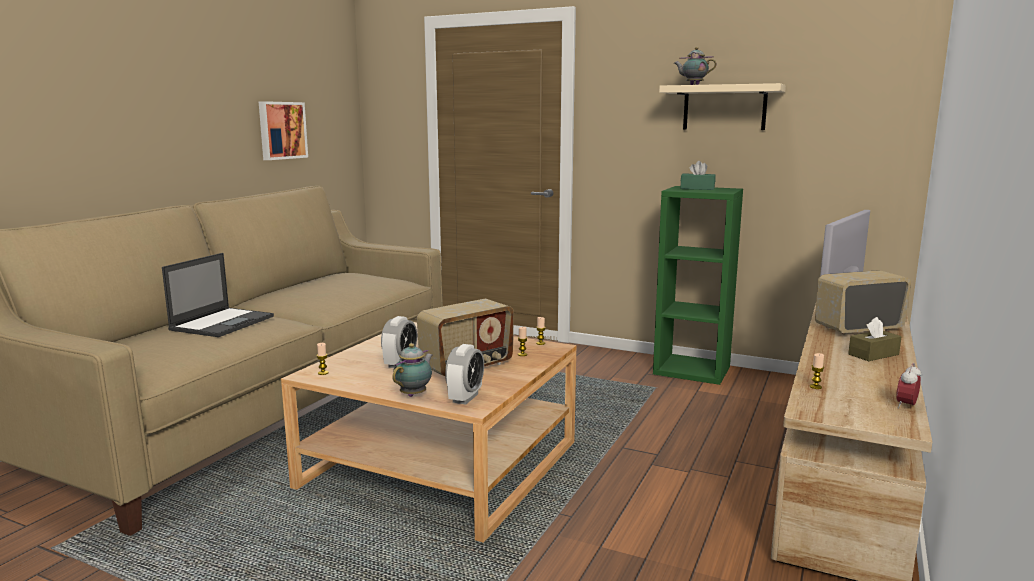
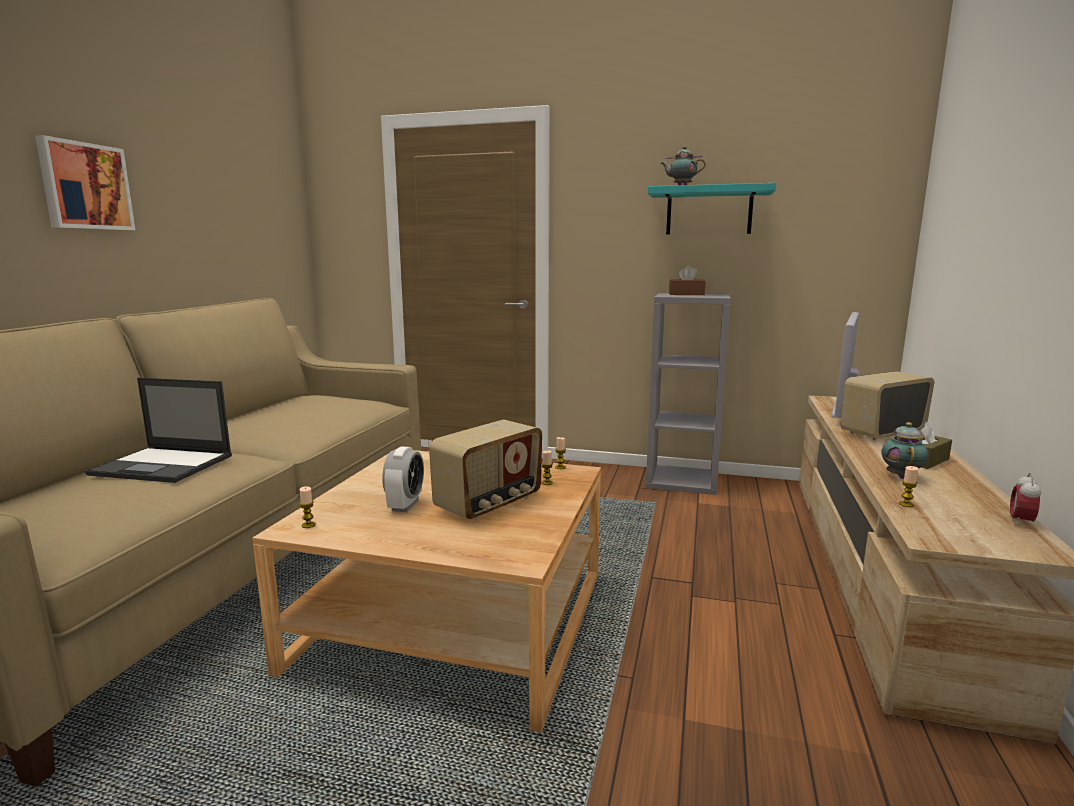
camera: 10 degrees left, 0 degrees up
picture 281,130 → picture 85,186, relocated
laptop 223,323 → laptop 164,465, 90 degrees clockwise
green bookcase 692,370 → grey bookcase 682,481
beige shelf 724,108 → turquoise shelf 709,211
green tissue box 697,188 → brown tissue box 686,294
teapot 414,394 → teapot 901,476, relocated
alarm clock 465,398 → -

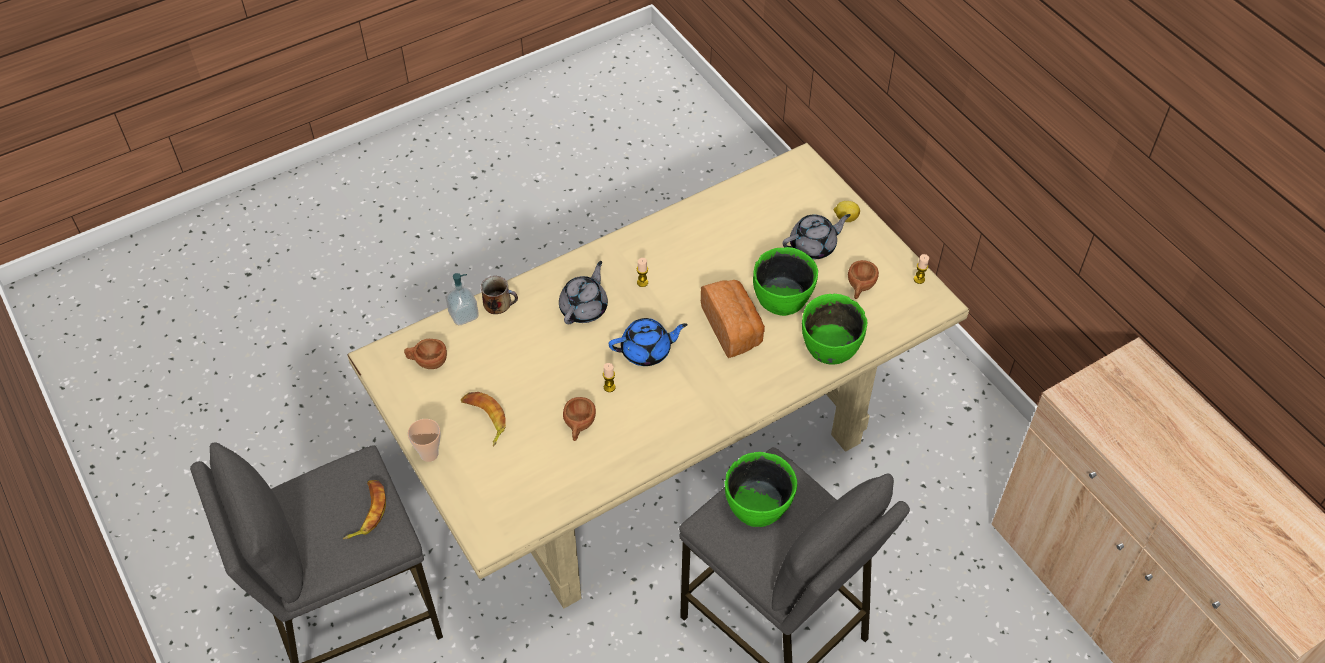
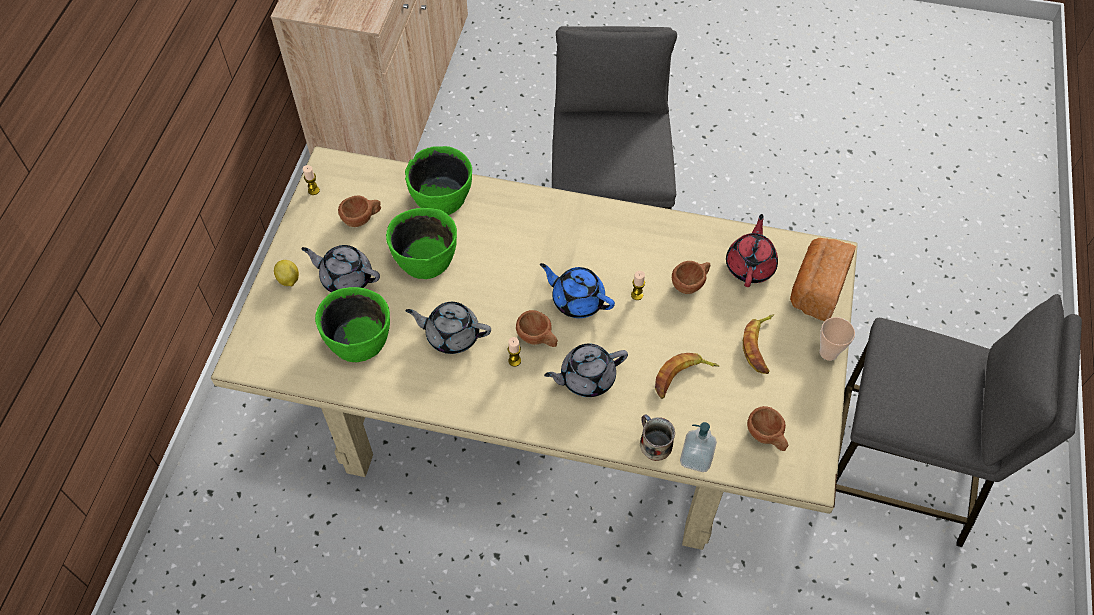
camera: 135 degrees left, 5 degrees up
green bowl 759,504 → green bowl 358,338, relocated
- → grey teapot 451,335
- → brown cup 538,338
banana 367,512 → banana 682,378, relocated
- → red teapot 750,265
bread 733,328 → bread 816,288, relocated

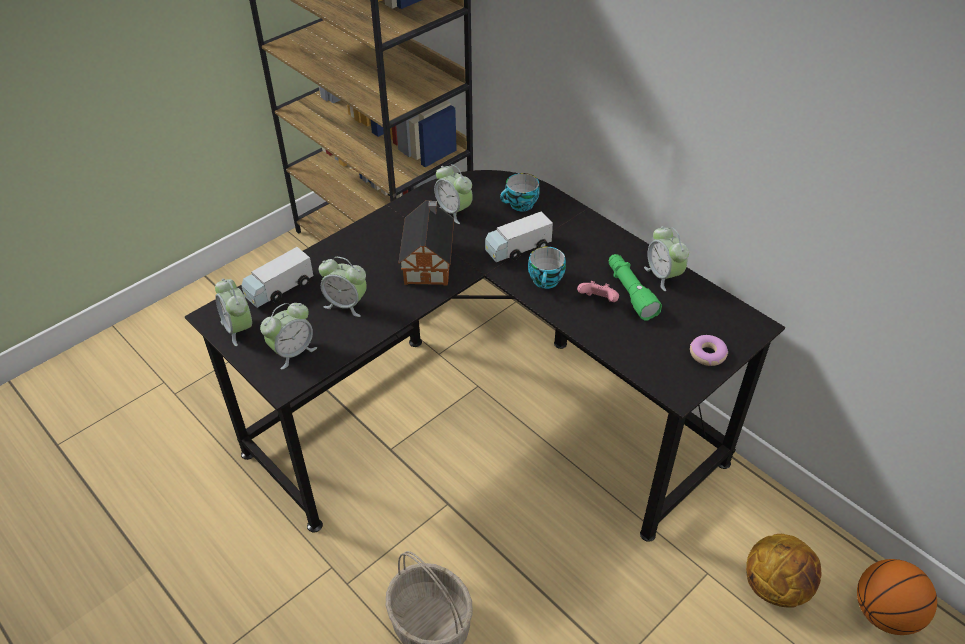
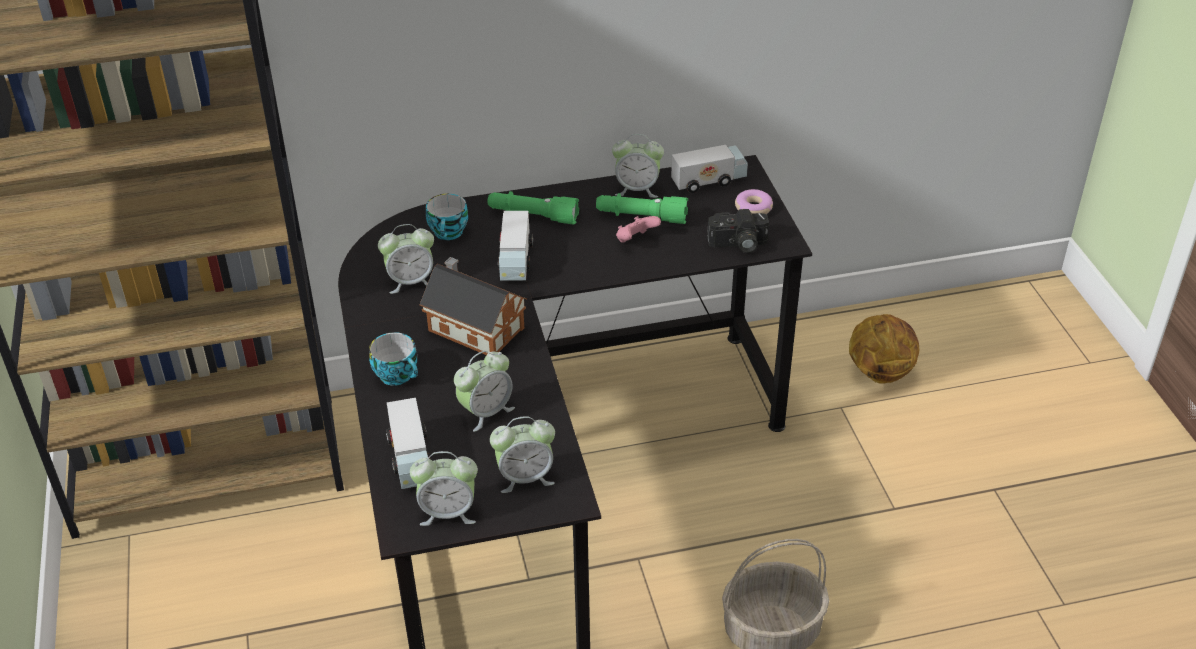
camera: 60 degrees left, 5 degrees down
cup 546,281 → cup 398,375, relocated
- → green flashlight 532,216
alarm clock 292,352 → alarm clock 525,477, 90 degrees clockwise
- → toy truck 709,180
- → photo camera 738,244
basketball 884,613 → -

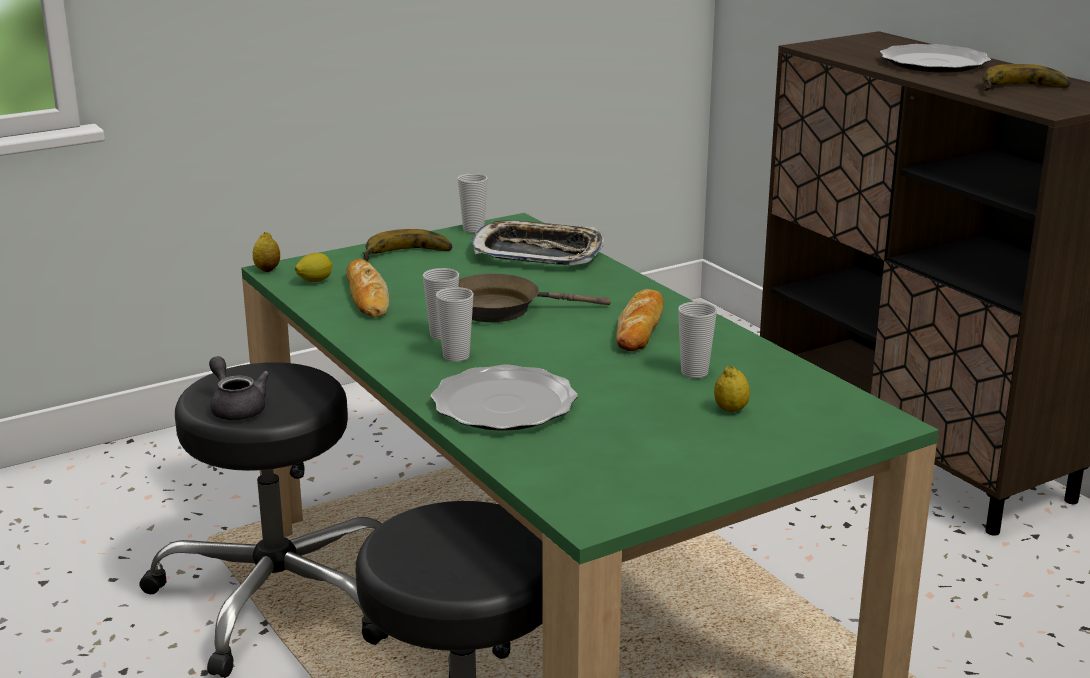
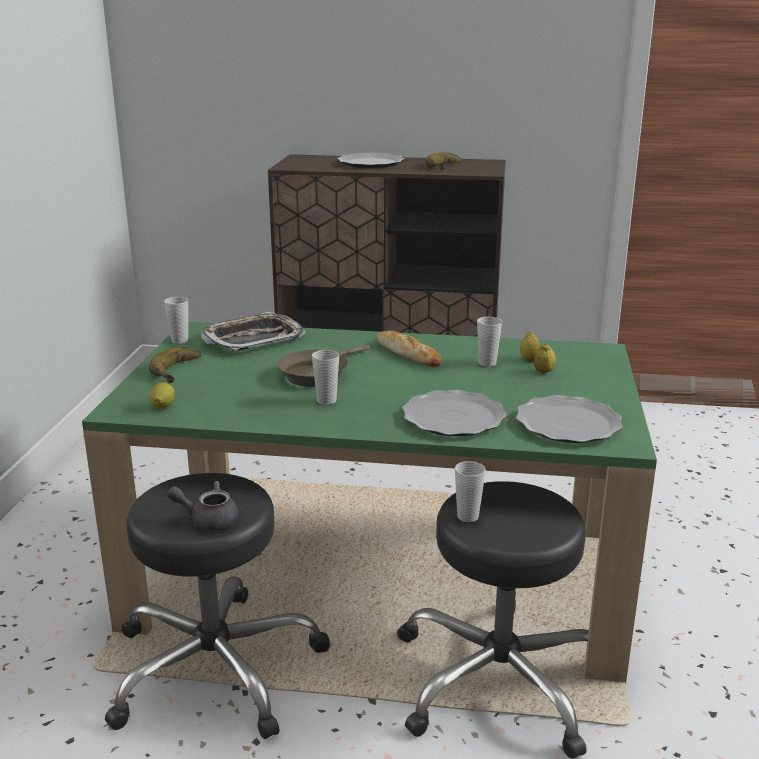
camera: 50 degrees left, 0 degrees up
cup 456,356 → cup 467,516, relocated
- → plate 569,424
lemon 267,269 → lemon 529,360, relocated
bread 367,295 → -

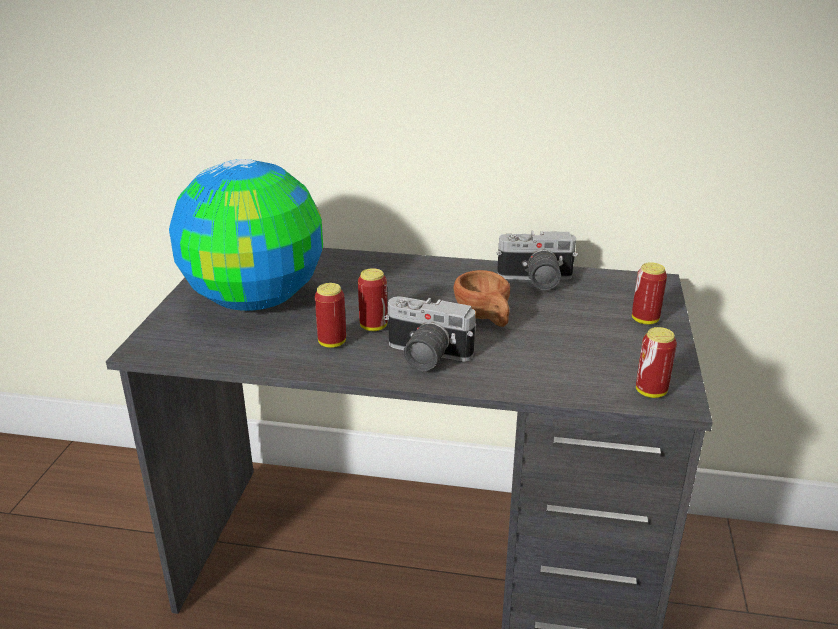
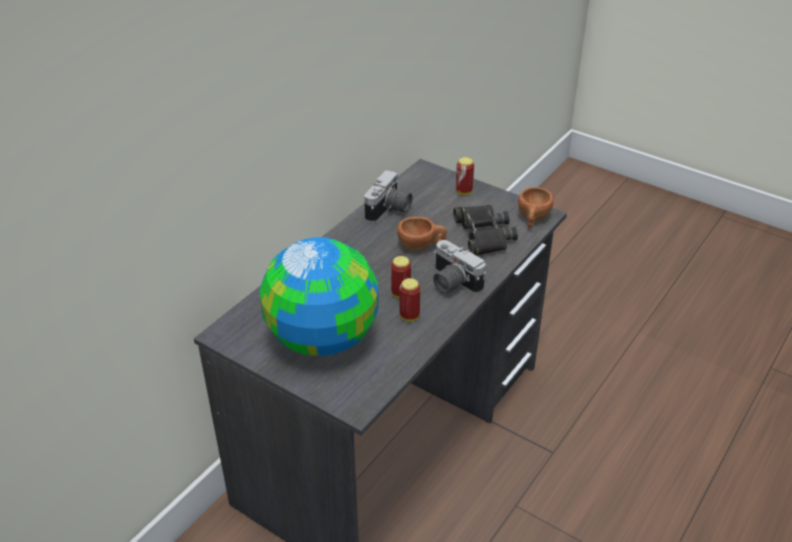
camera: 65 degrees left, 10 degrees up
photo camera 424,357 → photo camera 451,283, 90 degrees clockwise
- → black binoculars 483,235
can 651,392 → brown cup 533,219

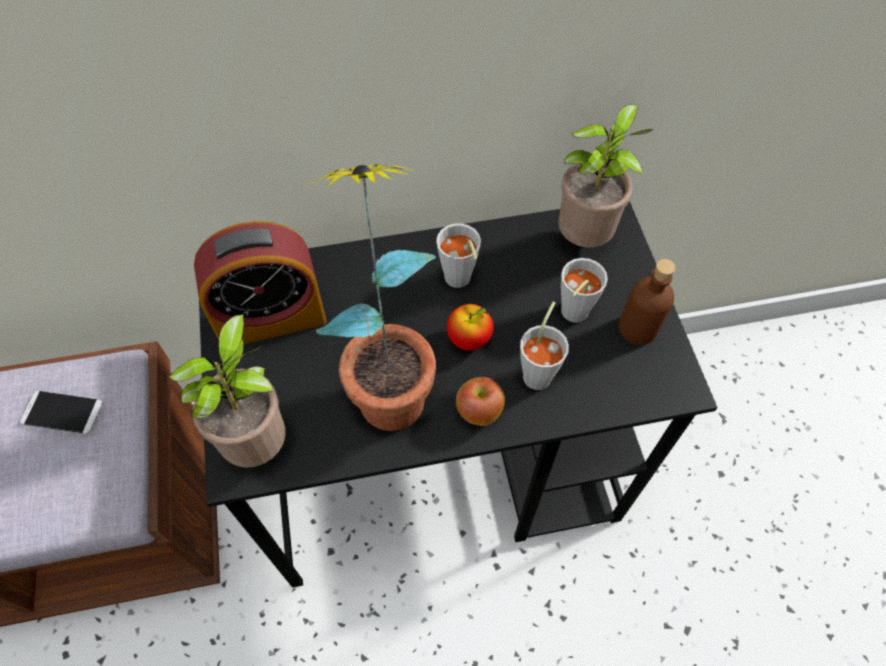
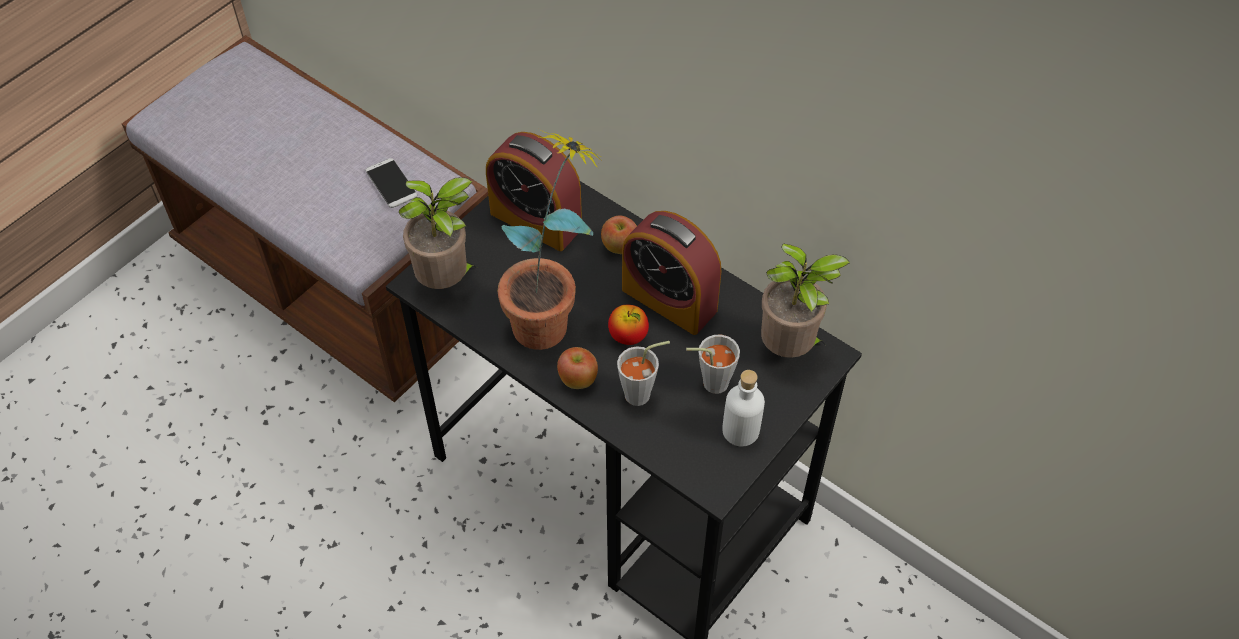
camera: 50 degrees right, 5 degrees down
- → apple 620,248
grey cup 459,282 → alarm clock 669,299
brown bottle 638,328 → white bottle 740,430

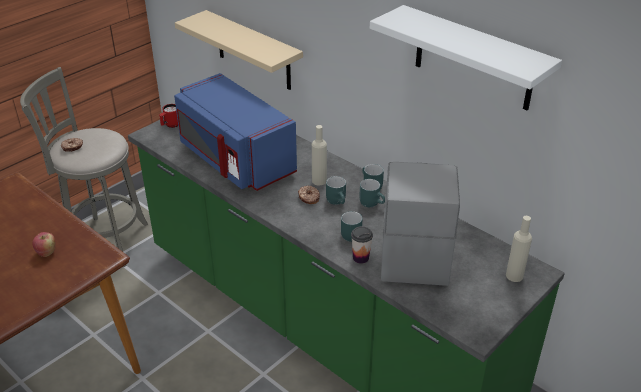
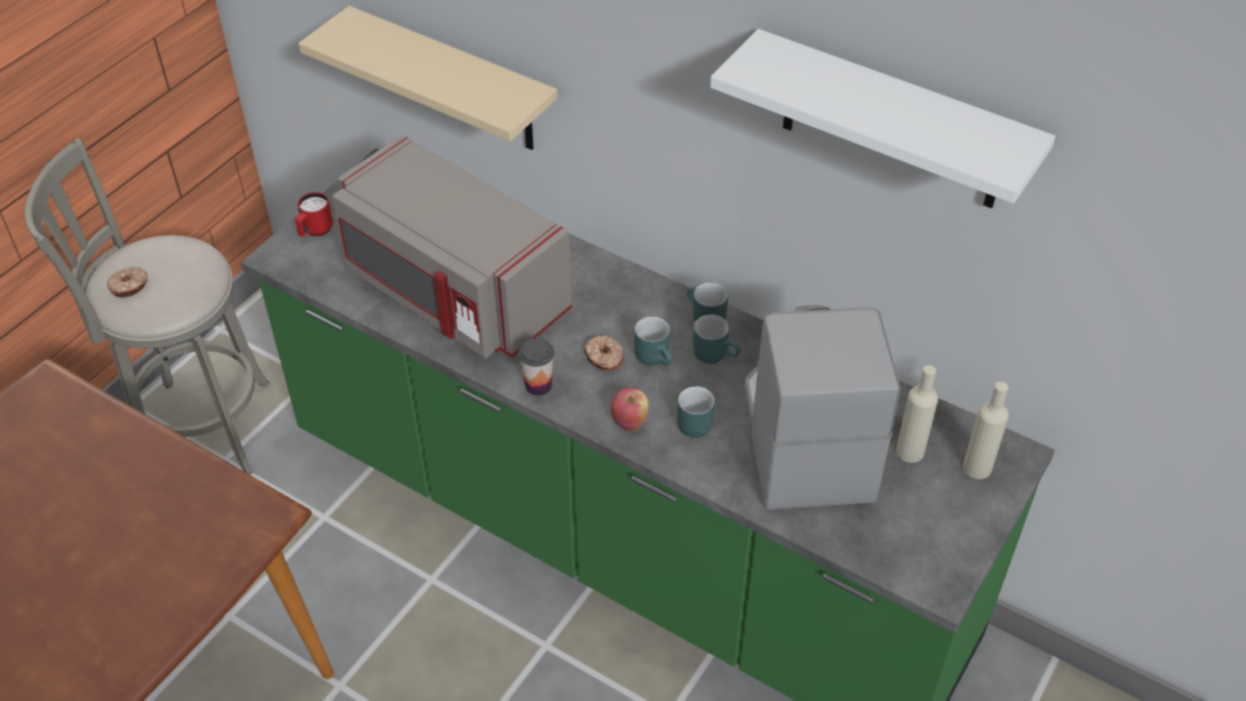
camera: 10 degrees left, 10 degrees up
blue microwave 234,159 → grey microwave 453,292
cup 360,258 → cup 538,385, relocated
apple 47,252 → apple 629,422, relocated
beige bottle 319,181 → beige bottle 910,451, relocated

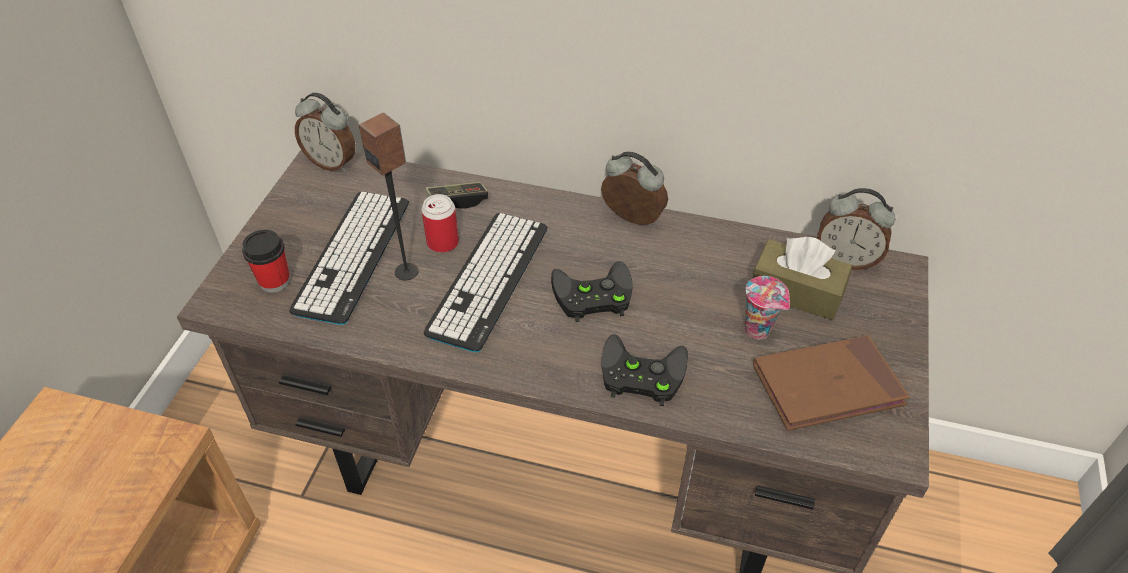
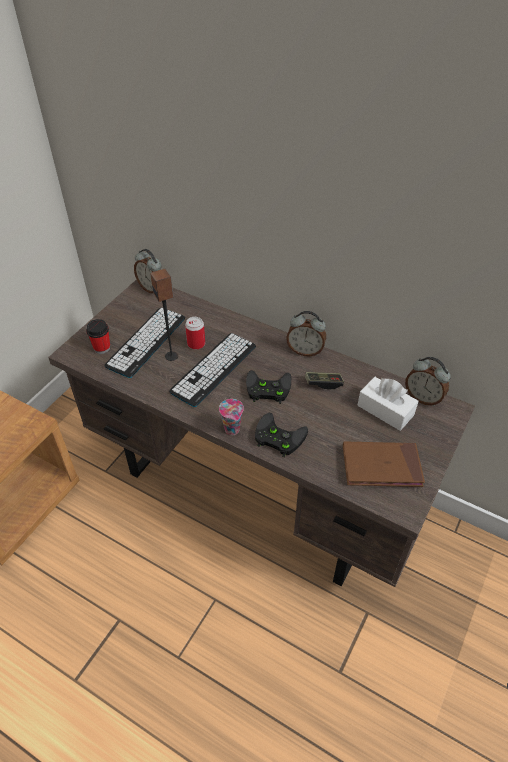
camera: 15 degrees right, 0 degrees up
cup 759,330 → cup 233,430, relocated
alarm clock 631,220 → alarm clock 305,351, 150 degrees clockwise
game controller 457,201 → game controller 323,383, relocated
brown tissue box 796,292 → white tissue box 385,410

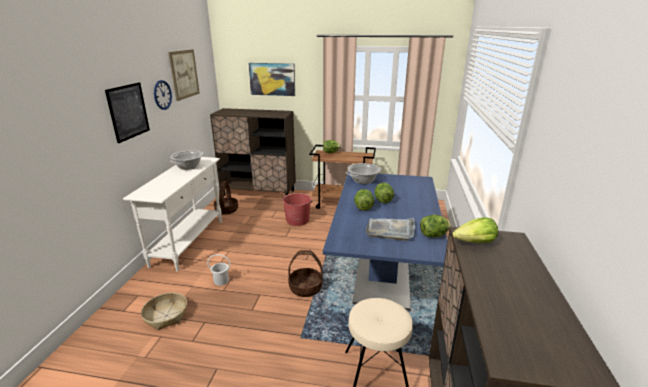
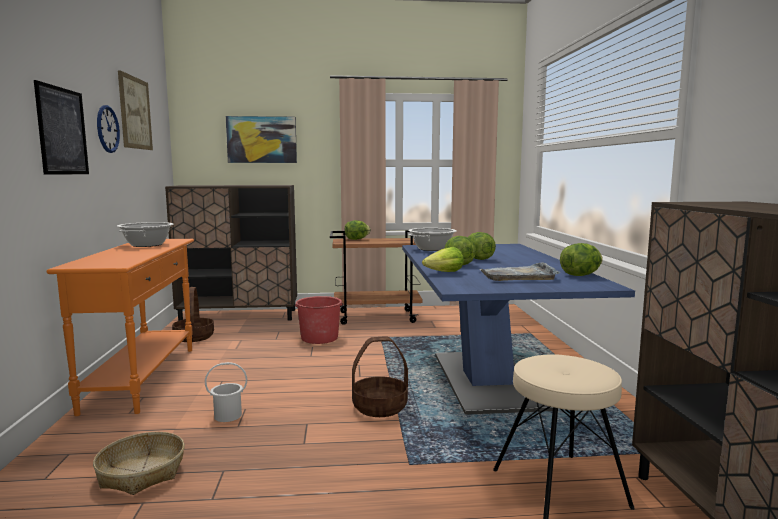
camera: 15 degrees left, 15 degrees down
white console table 189,242 → orange console table 143,378
lettuce 475,242 → lettuce 444,273, relocated

